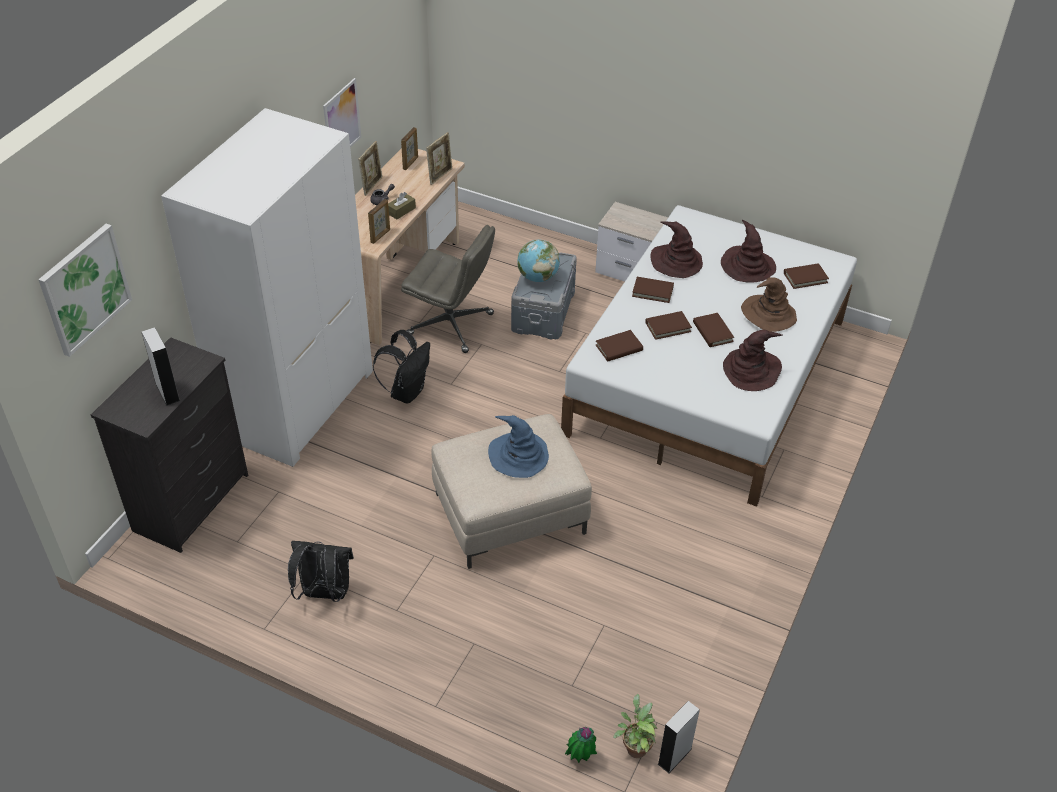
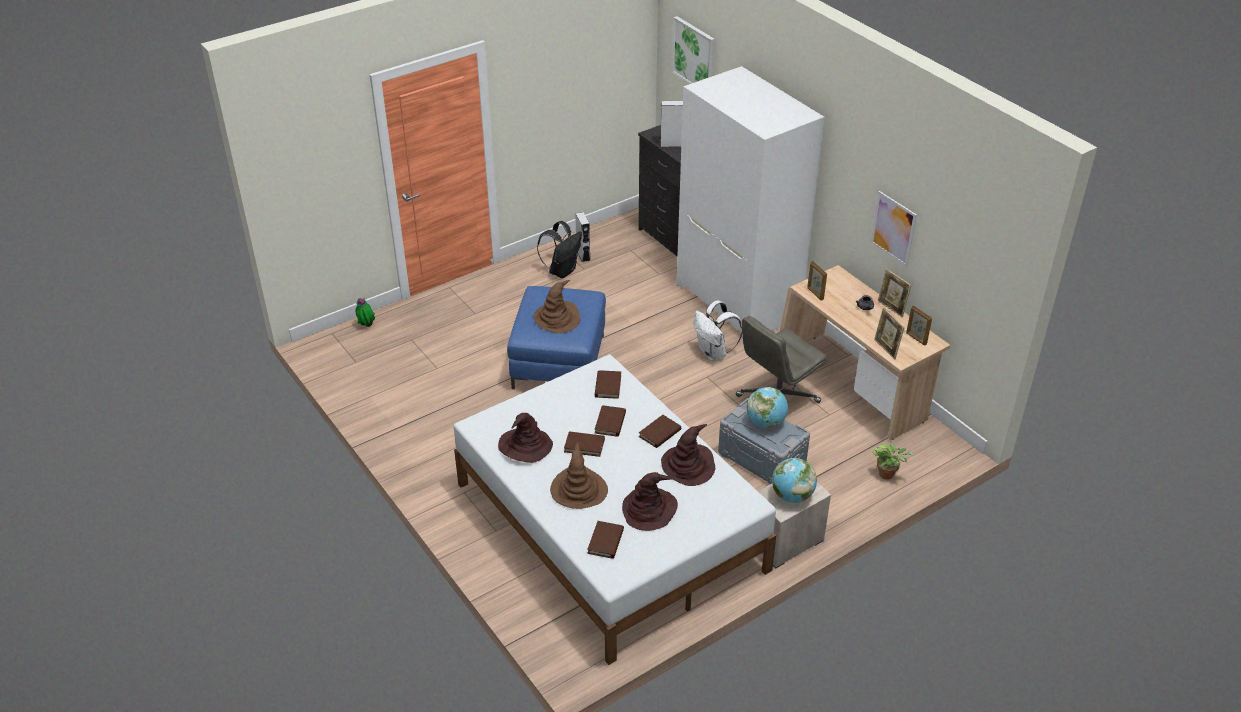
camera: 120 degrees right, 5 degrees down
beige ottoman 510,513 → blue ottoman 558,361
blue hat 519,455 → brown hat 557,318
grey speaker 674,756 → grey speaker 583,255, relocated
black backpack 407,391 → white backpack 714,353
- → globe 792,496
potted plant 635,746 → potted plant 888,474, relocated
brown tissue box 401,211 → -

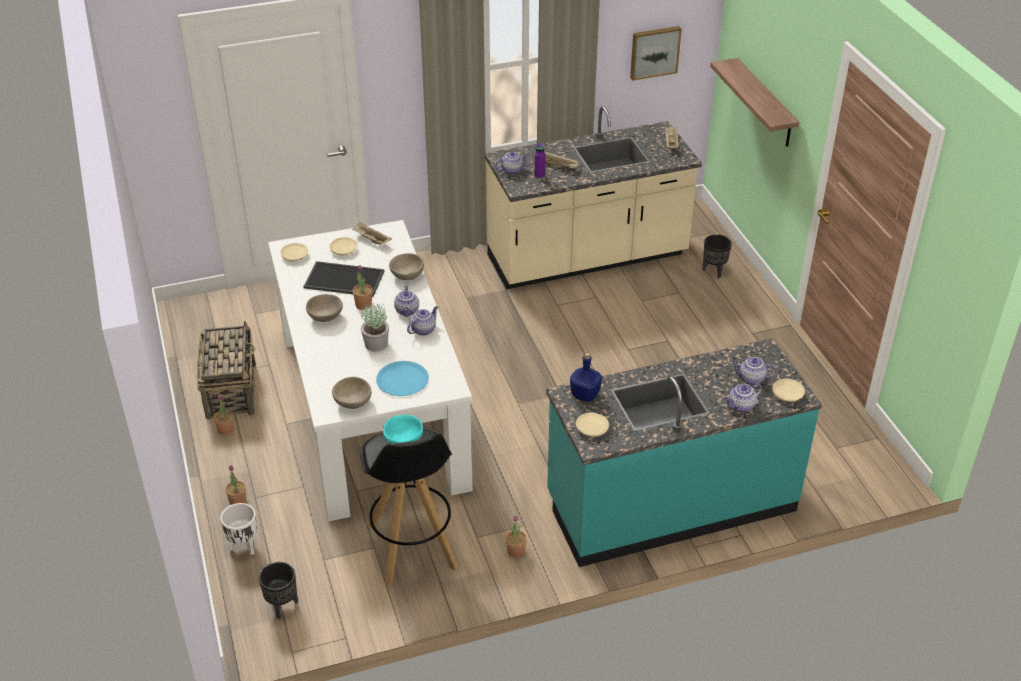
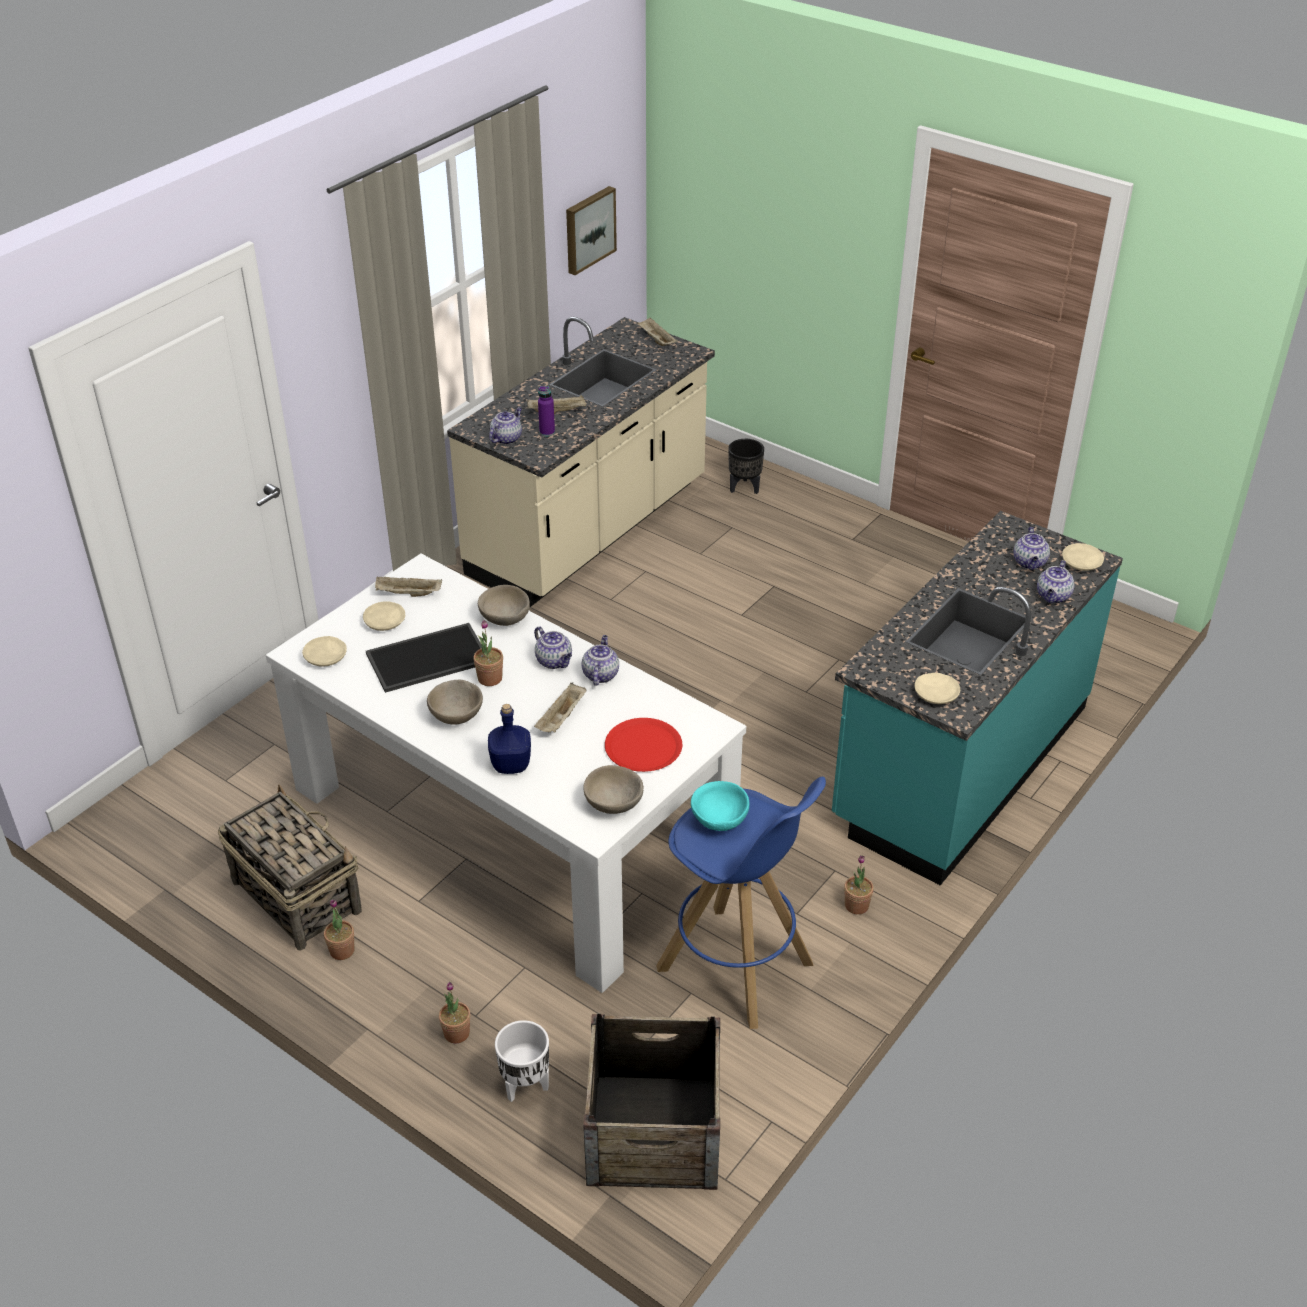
camera: 35 degrees left, 0 degrees up
blue bottle 585,395 → blue bottle 512,764, relocated
potted plant 376,344 → beige tray 561,718
black planter 283,606 → crate 654,1130
blue plate 402,380 → red plate 643,746
black stool 412,547 → blue stool 736,967
teapot 751,379 → teapot 1030,563, 60 degrees counterclockwise
shelf 765,104 → -

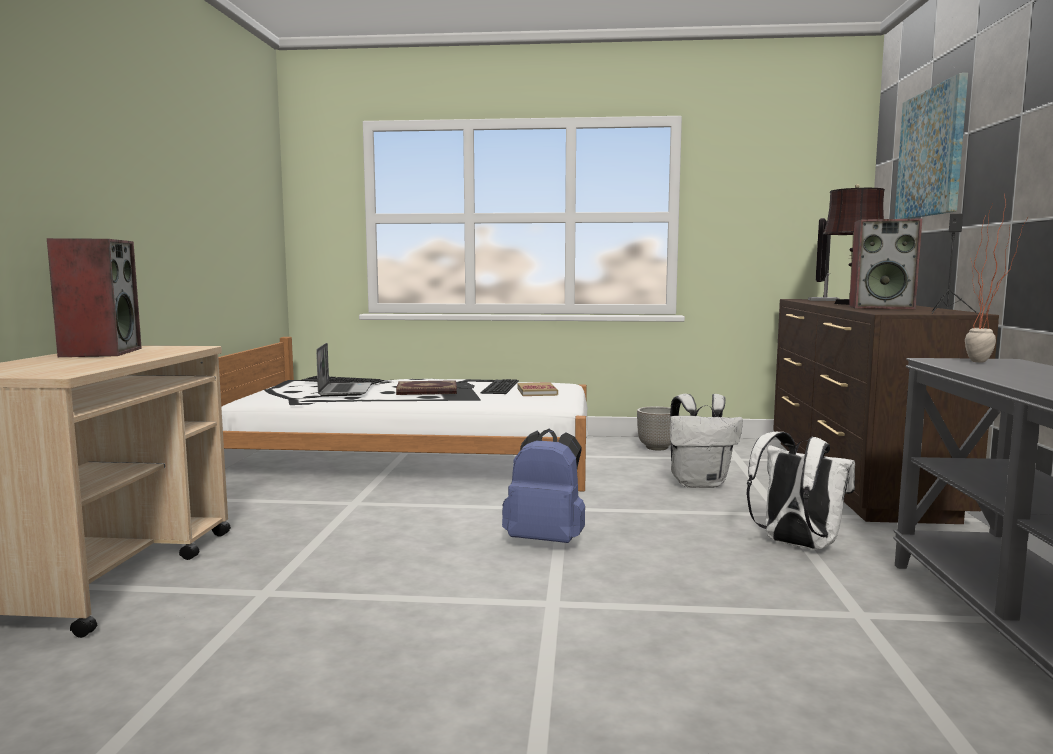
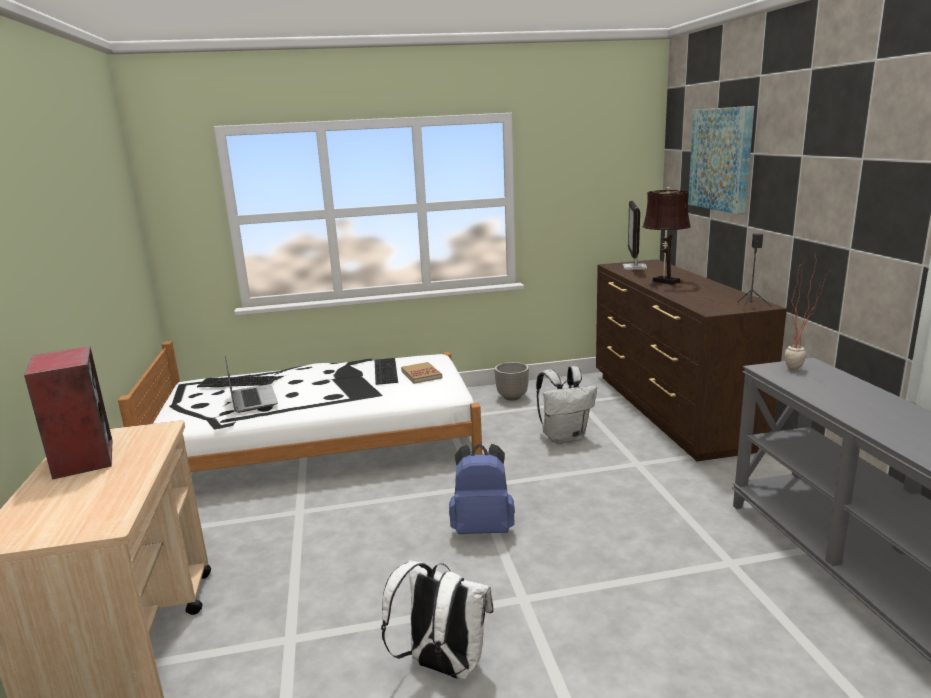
camera: 15 degrees left, 10 degrees up
white backpack 795,545 → white backpack 442,666, relocated
book 427,391 → -
speaker 882,307 → -

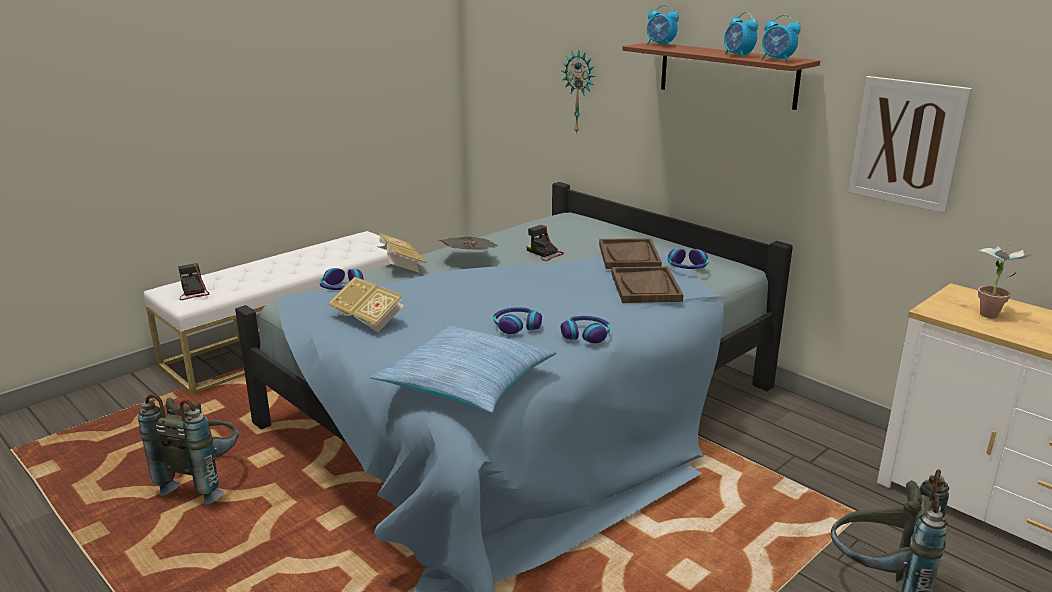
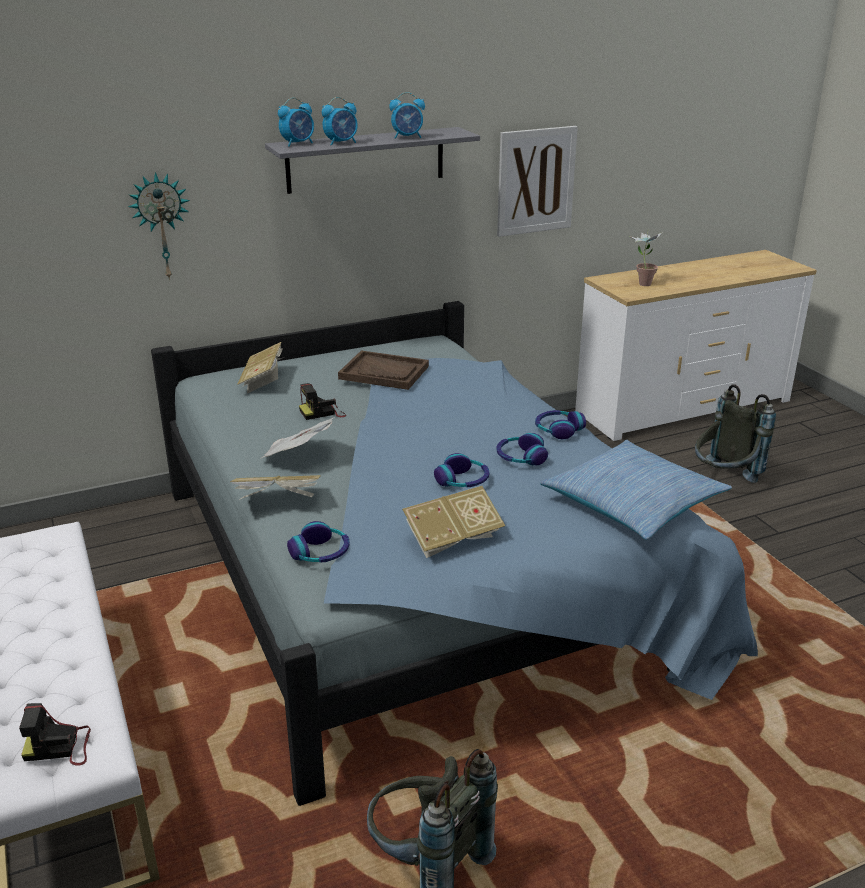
camera: 70 degrees left, 5 degrees up
- → book 264,381
brown shelf 727,74 → grey shelf 366,160
alarm clock 777,60 → alarm clock 341,143, relocated
headphones 687,267 → headphones 463,481, relocated
brown tray 646,287 → -

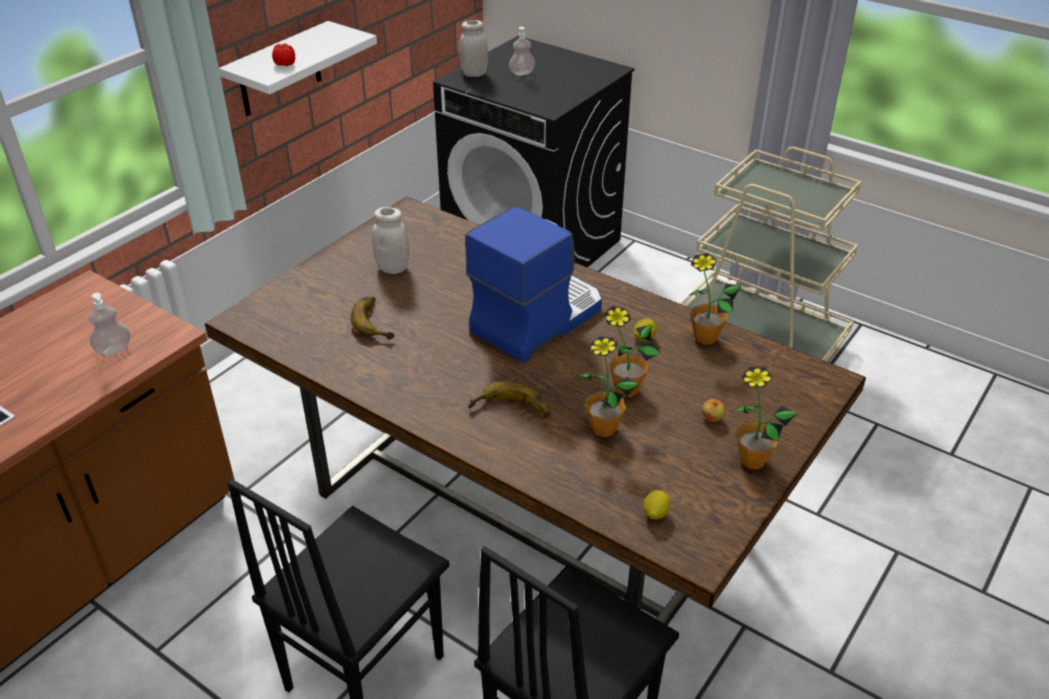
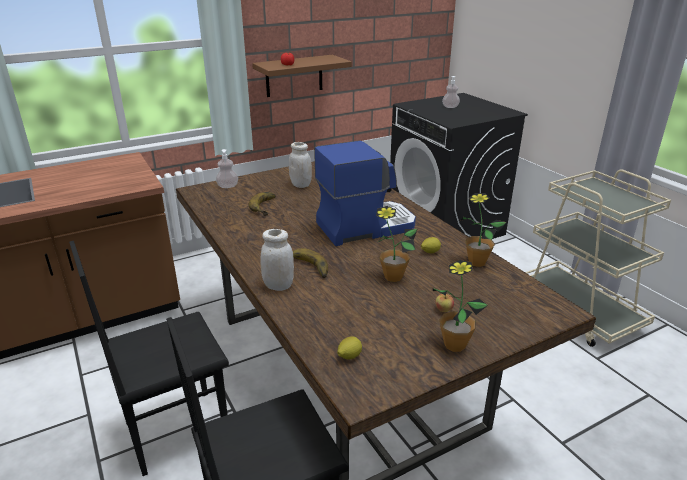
camera: 25 degrees right, 10 degrees down
soap dispenser 113,349 → soap dispenser 227,186, relocated
white shelf 280,70 → brown shelf 294,76
white jar 474,74 → white jar 278,286, relocated
potted plant 603,428 → -

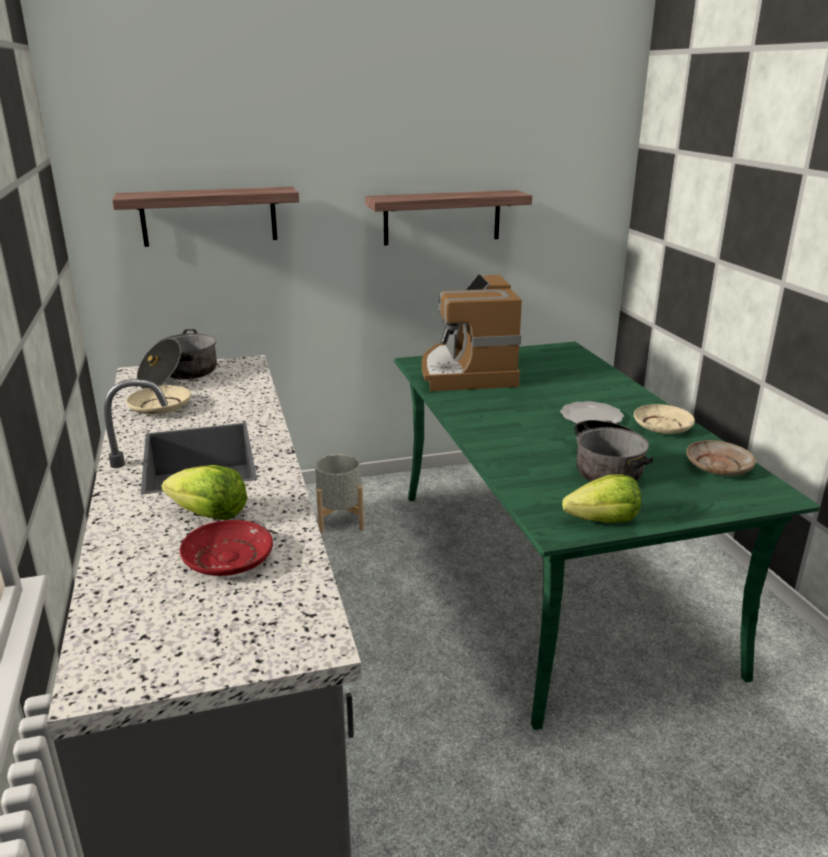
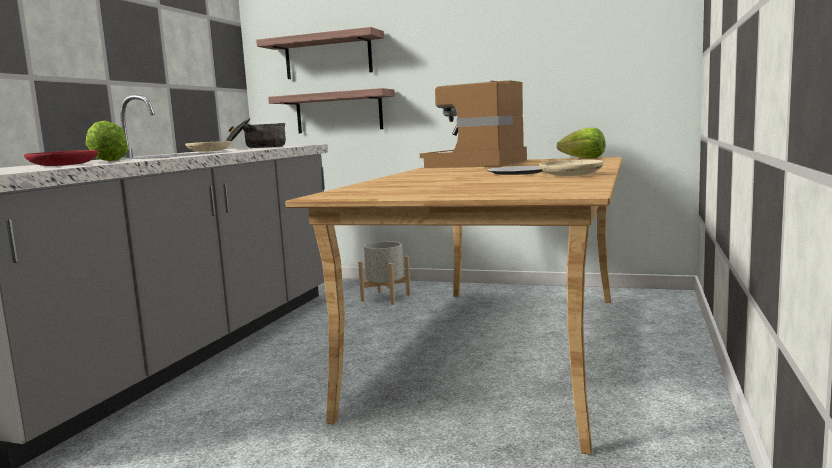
camera: 35 degrees right, 15 degrees down
shelf 442,217 → shelf 339,112, relocated
green dining table 551,574 → beige dining table 501,349
lettuce 603,521 → lettuce 583,158, relocated
cooking pot 607,467 → -
beige plate 718,466 → -

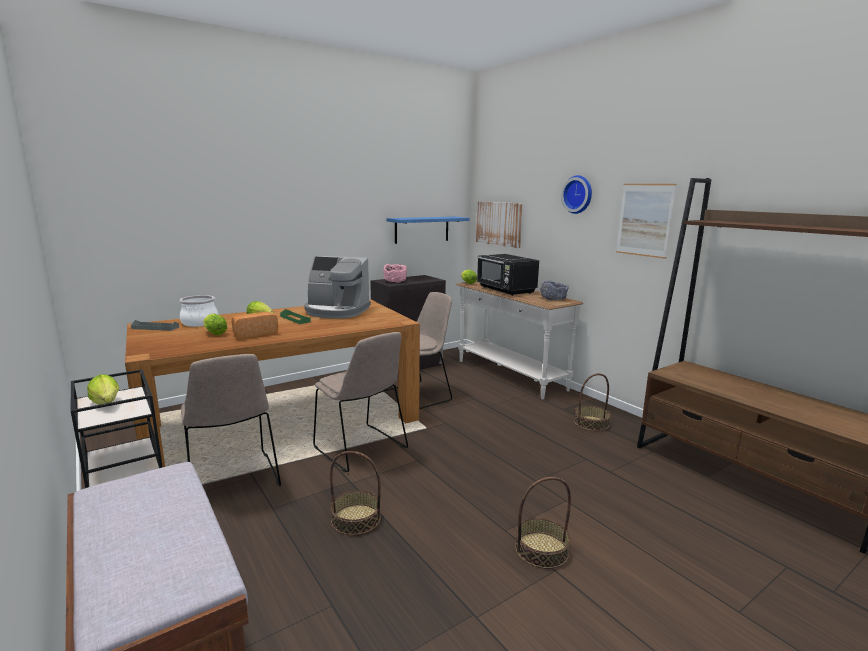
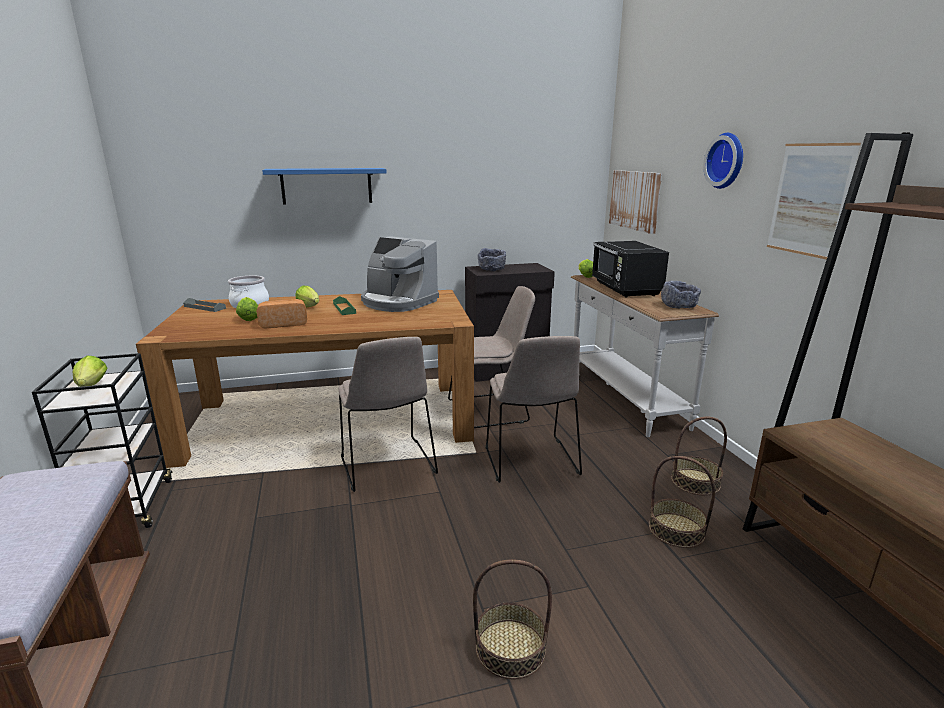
camera: 20 degrees right, 5 degrees up
blue shelf 422,229 → blue shelf 326,186, relocated
pink bowl 395,281 → grey bowl 491,269
beige chair 233,481 → beige chair 531,462, relocated
basket 356,519 → basket 676,530, relocated

